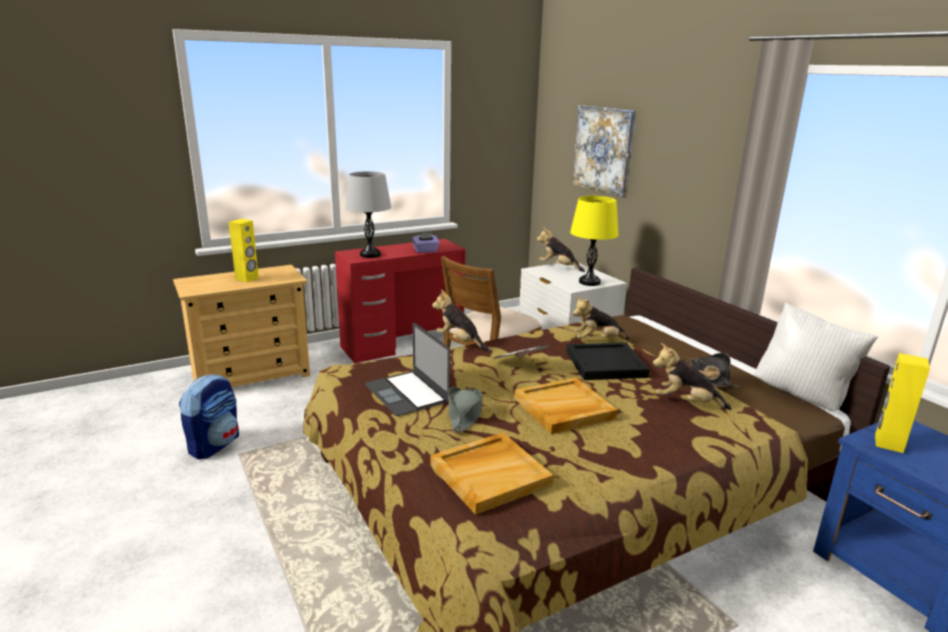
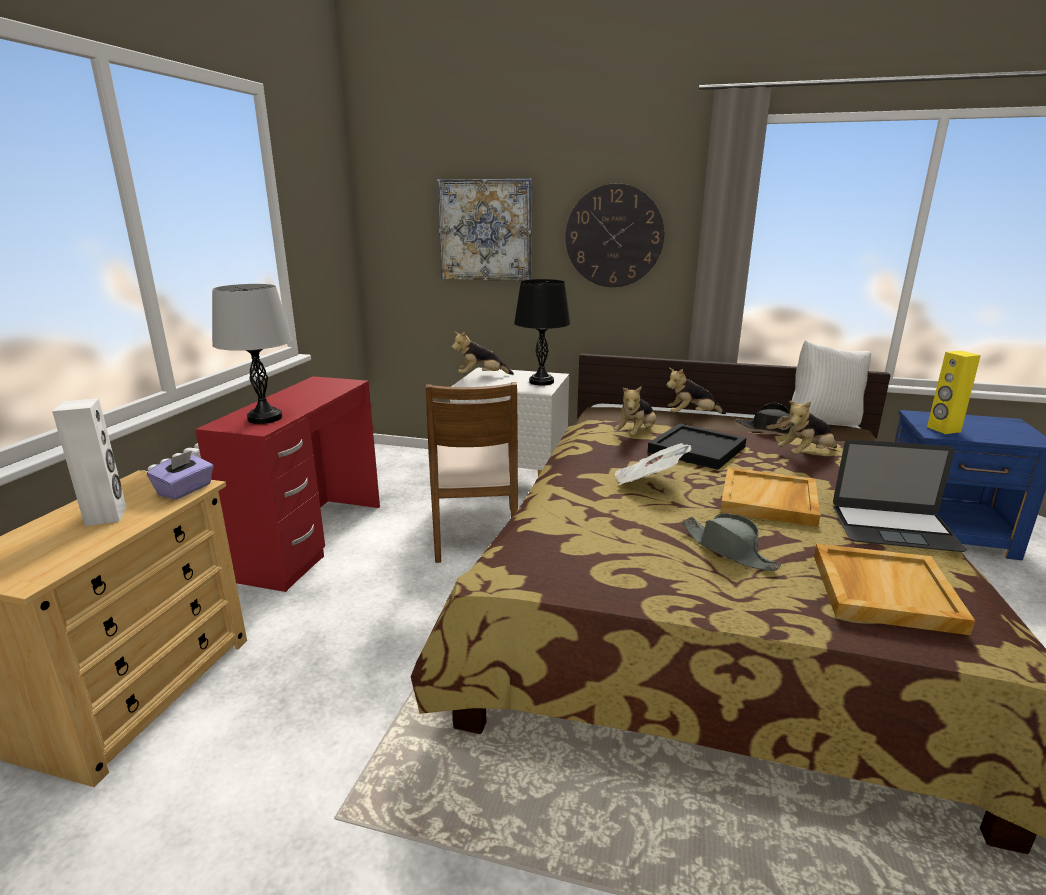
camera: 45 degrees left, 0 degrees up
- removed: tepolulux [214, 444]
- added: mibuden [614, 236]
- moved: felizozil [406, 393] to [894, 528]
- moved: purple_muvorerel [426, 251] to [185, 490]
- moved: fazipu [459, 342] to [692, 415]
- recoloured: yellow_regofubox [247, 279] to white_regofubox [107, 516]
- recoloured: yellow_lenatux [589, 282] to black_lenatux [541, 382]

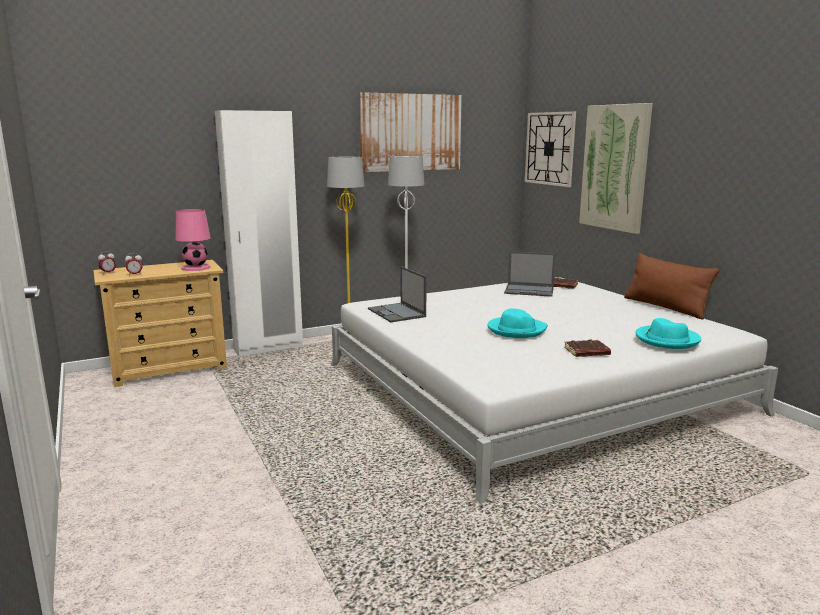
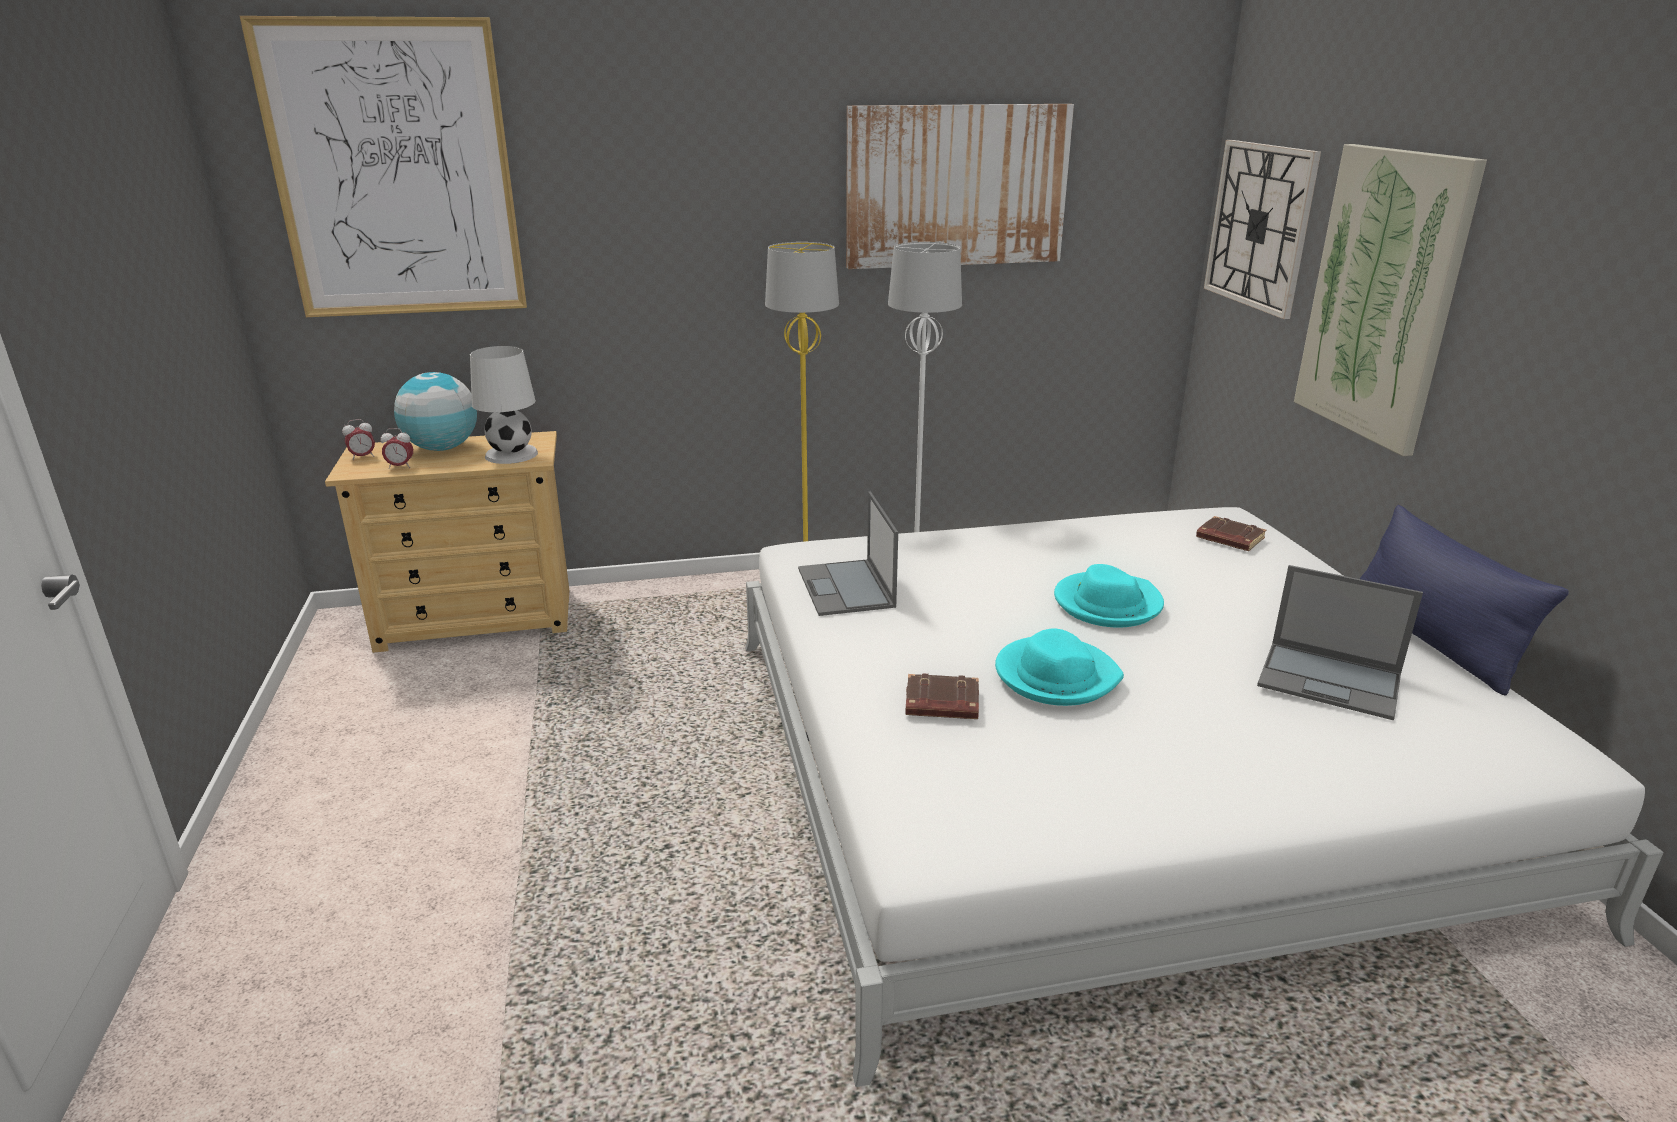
camera: 15 degrees right, 10 degrees up
- removed: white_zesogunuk [268, 348]
- added: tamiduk [395, 172]
- added: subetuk [442, 448]
- moved: felizozil [530, 290] to [1331, 681]
- moved: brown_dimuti [586, 352] to [941, 704]
- moved: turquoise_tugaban [666, 340] to [1107, 604]
- recoloured: pink_lenatux [195, 268] to white_lenatux [511, 455]
- recoloured: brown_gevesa [665, 307] to blue_gevesa [1431, 640]

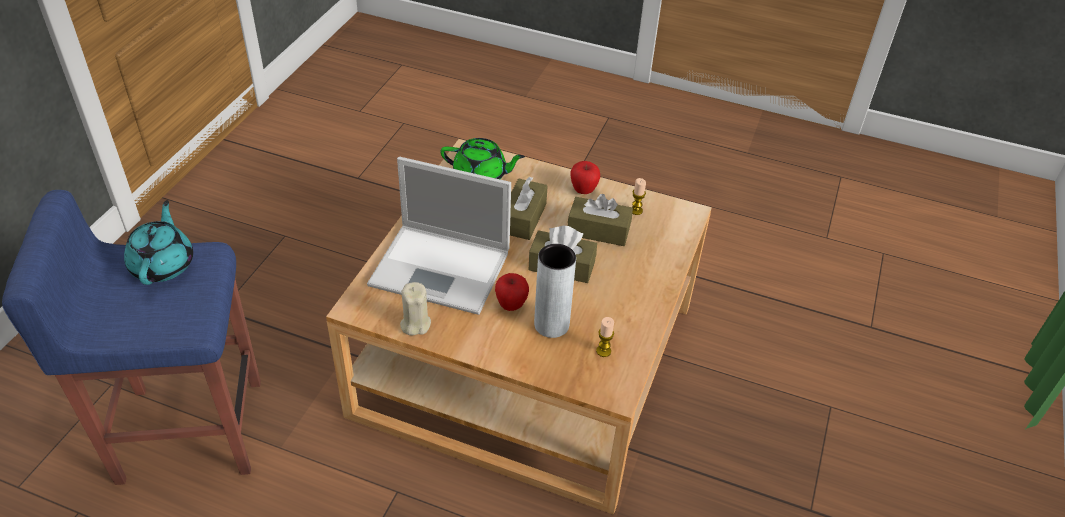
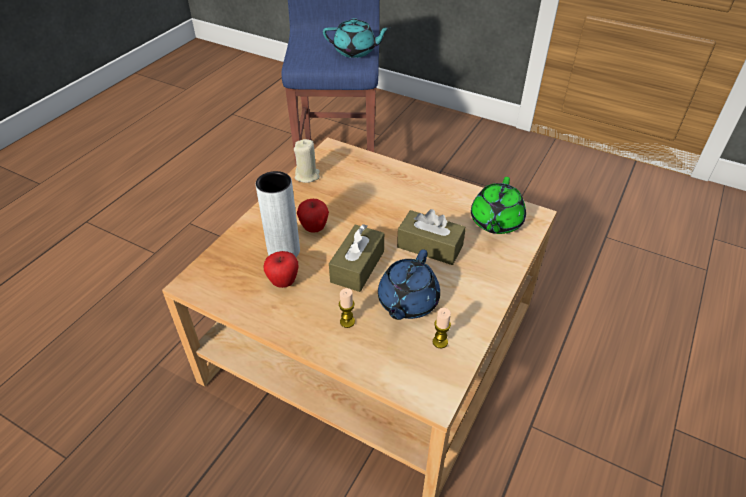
camera: 100 degrees right, 0 degrees up
- removed: felizozil [443, 269]
- moved: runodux [583, 190] to [283, 282]
- moved: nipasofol [603, 351] to [347, 322]
- replaced: brown_muvorerel [598, 230] to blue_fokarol [407, 302]

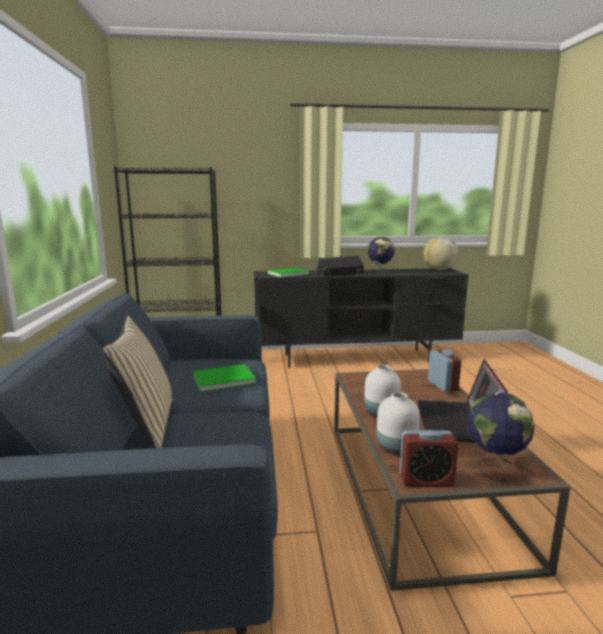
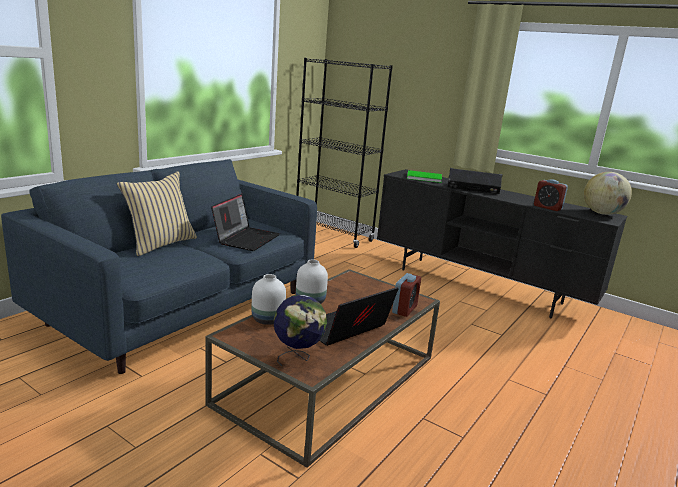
camera: 40 degrees right, 5 degrees up
- removed: subetuk [380, 271]
- moved: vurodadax [426, 480] to [547, 207]
- replaced: green_dimuti [222, 379] to felizozil [246, 238]

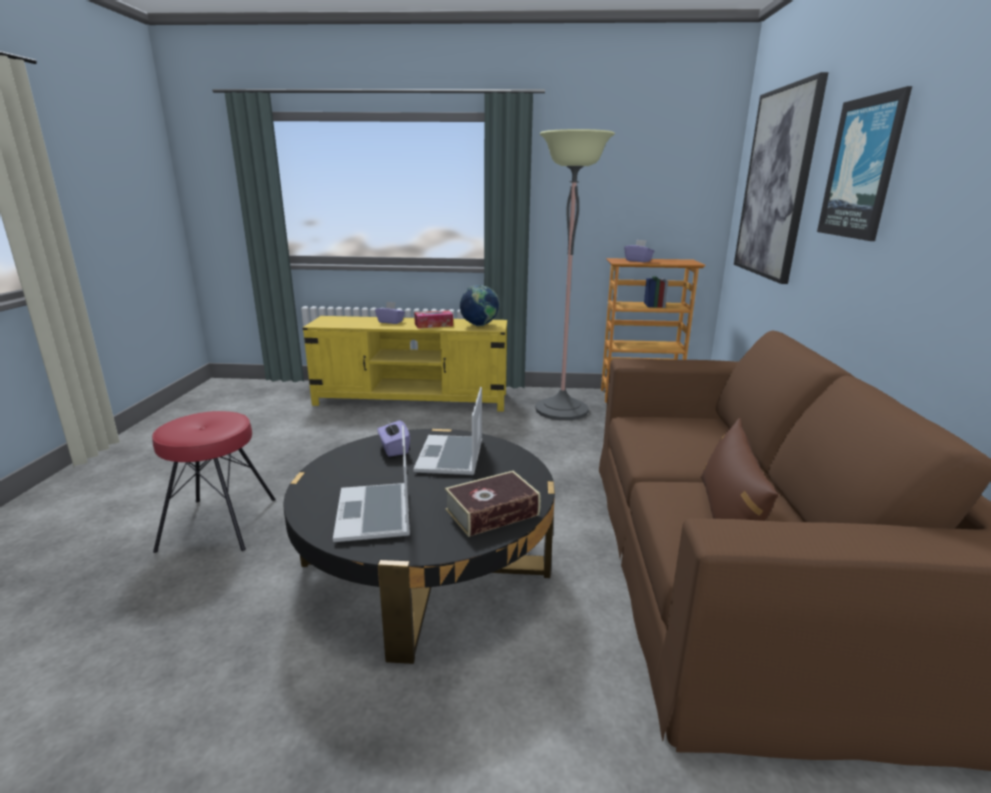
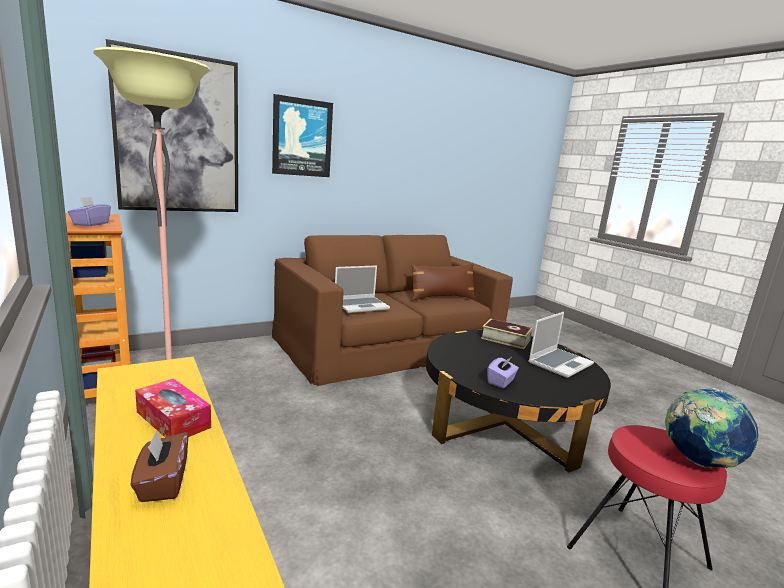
camera: 125 degrees left, 5 degrees down
- moved: felizozil [451, 457] to [361, 305]
- moved: subetuk [479, 326] to [698, 461]
- recoloured: purple_muvorerel [390, 322] to brown_muvorerel [162, 483]

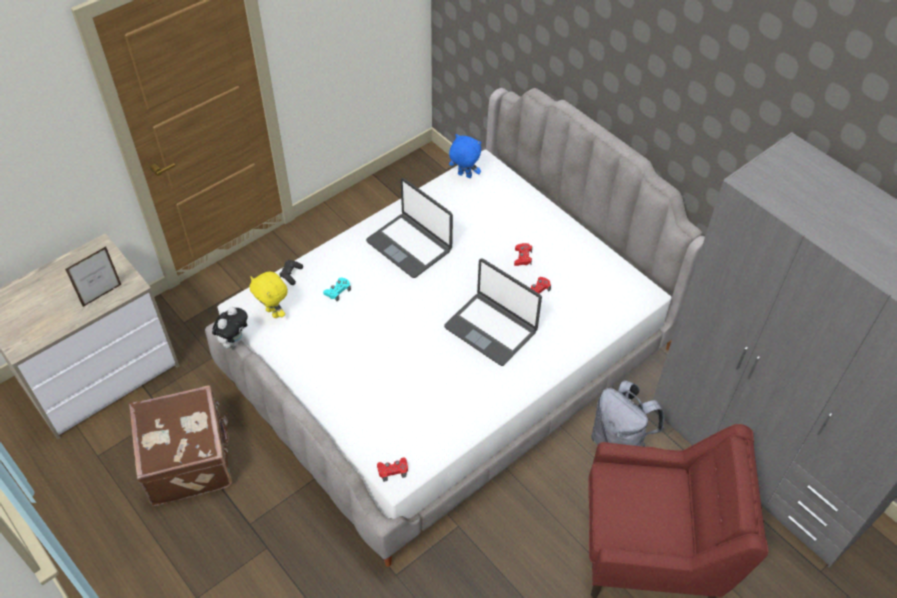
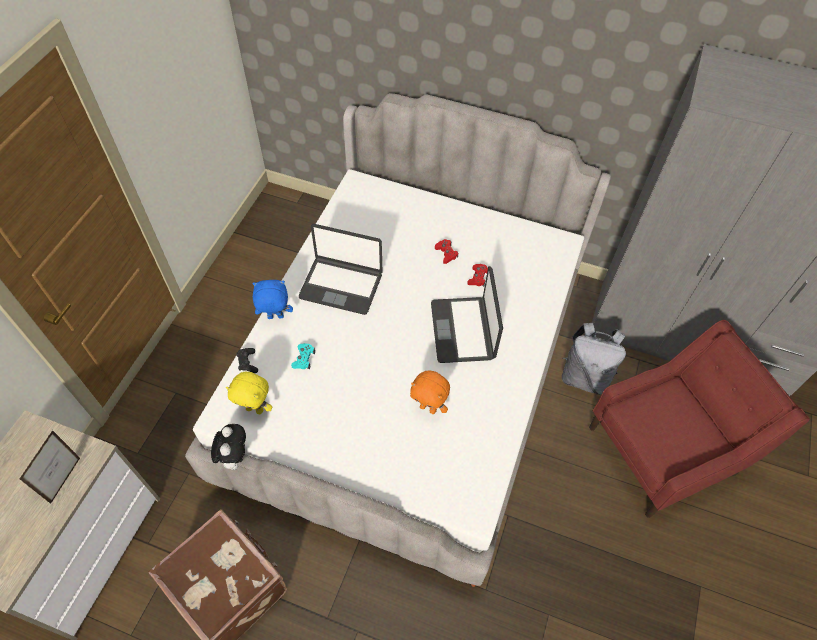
camera: 30 degrees left, 5 degrees up
- removed: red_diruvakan [393, 470]
- added: orange_fazipu [428, 408]
- moved: blue_fazipu [464, 176] to [275, 317]
- turned: felizozil [491, 329] = [463, 330] 75 degrees clockwise

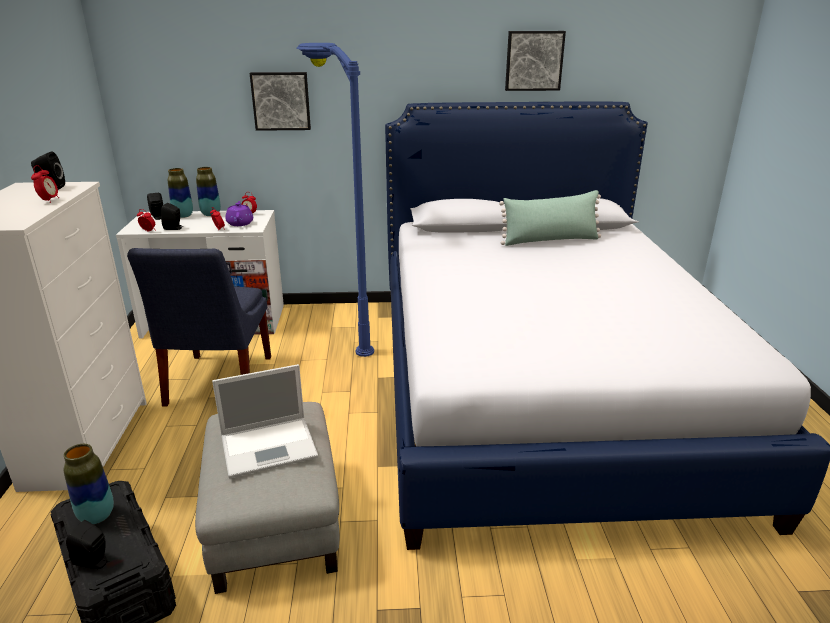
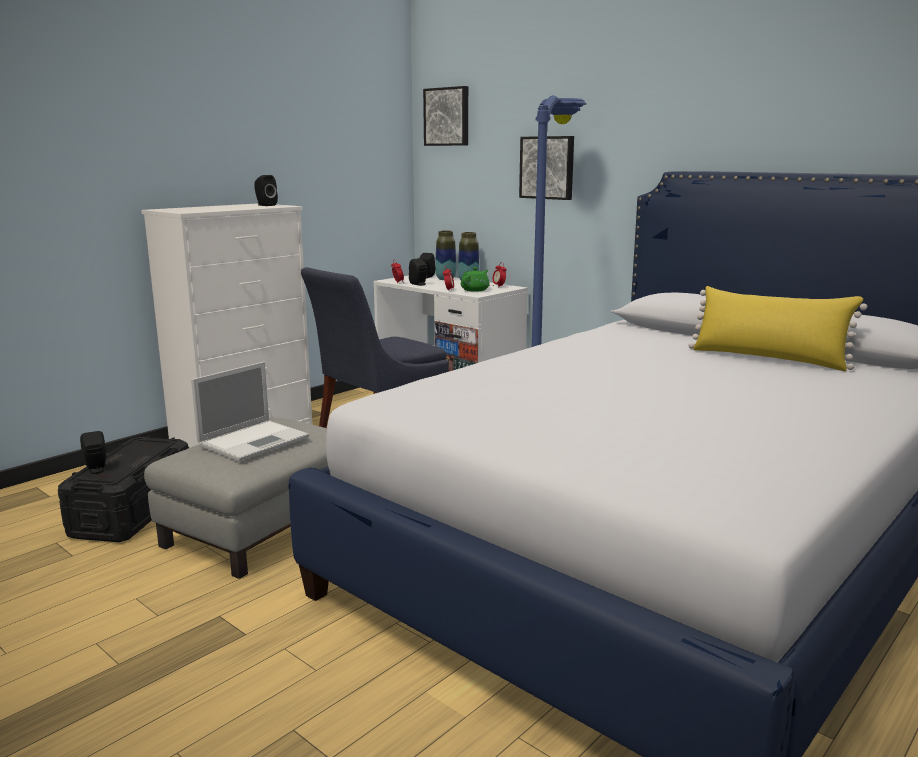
camera: 45 degrees right, 10 degrees down
- removed: vurodadax [49, 200]
- removed: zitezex [97, 516]
- moved: tamiduk [534, 60] to [447, 117]
- recoloured: purple_fokarol [240, 223] to green_fokarol [475, 290]
- recoloured: green_gevesa [550, 240] to yellow_gevesa [768, 358]
- turned: felizozil [270, 446] = [255, 440] 75 degrees counterclockwise

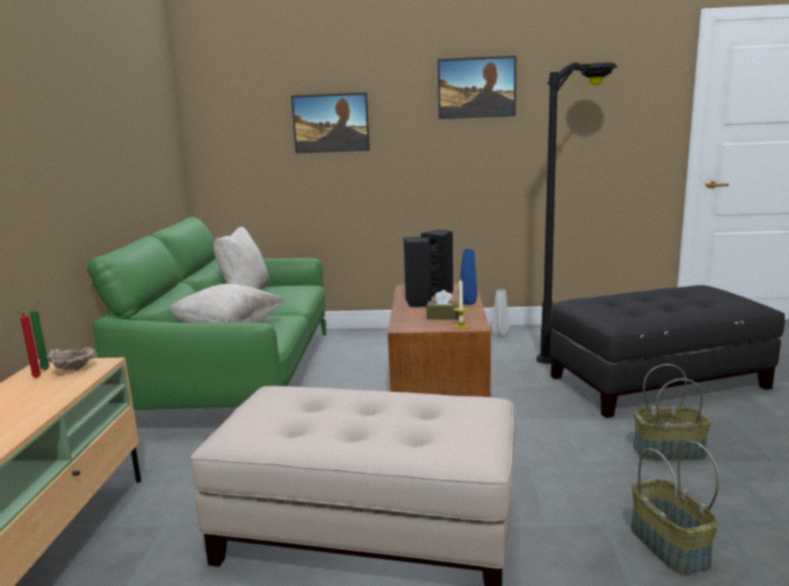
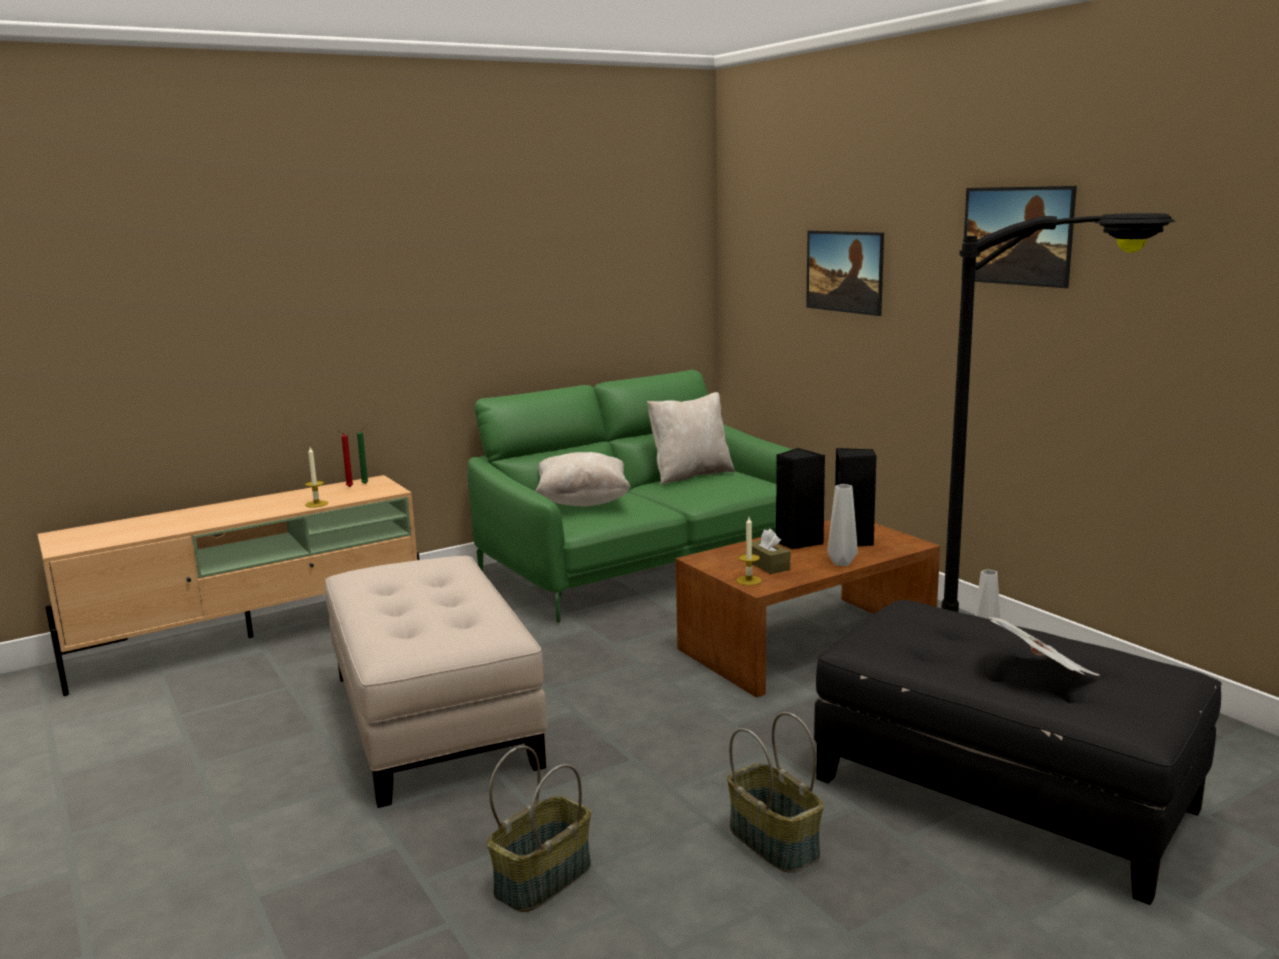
camera: 55 degrees right, 0 degrees up
- removed: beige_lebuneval [75, 370]
- added: nipasofol [316, 504]
- added: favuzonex [1041, 673]
- recoloured: blue_zitezex [467, 303] to grey_zitezex [841, 562]

